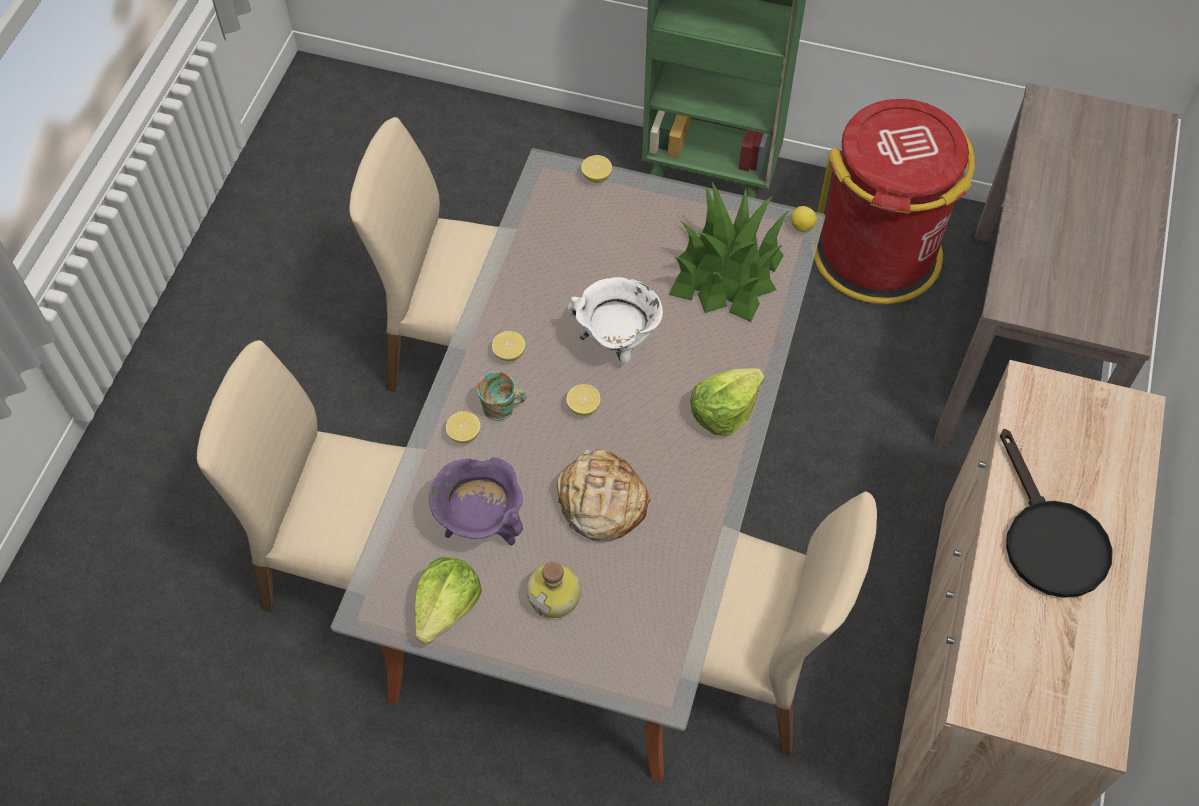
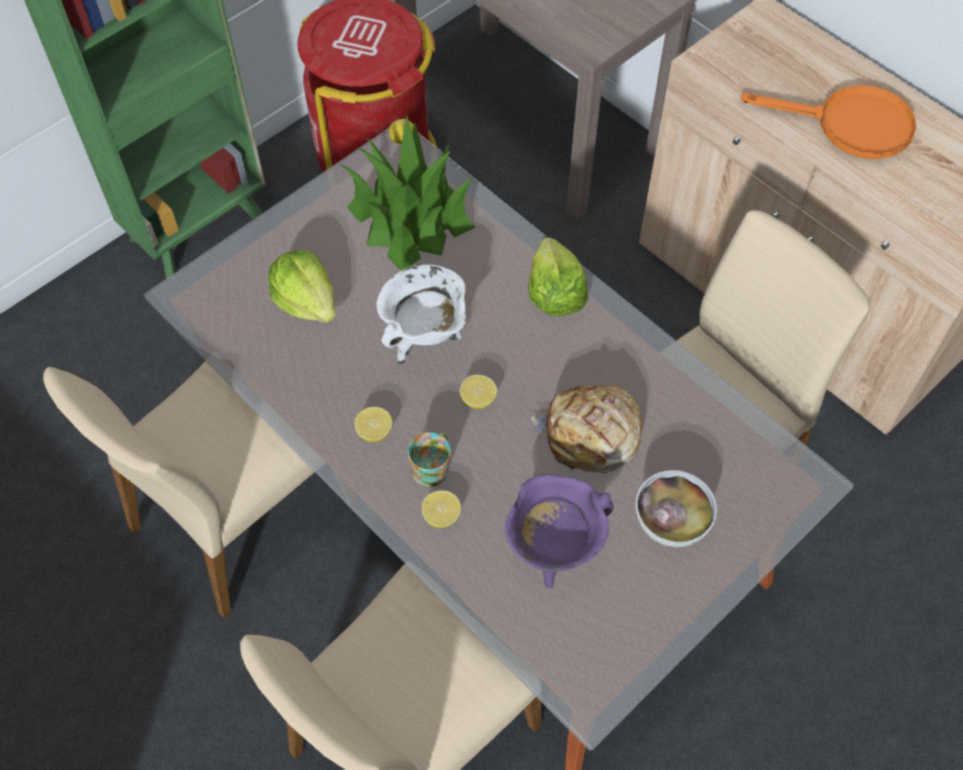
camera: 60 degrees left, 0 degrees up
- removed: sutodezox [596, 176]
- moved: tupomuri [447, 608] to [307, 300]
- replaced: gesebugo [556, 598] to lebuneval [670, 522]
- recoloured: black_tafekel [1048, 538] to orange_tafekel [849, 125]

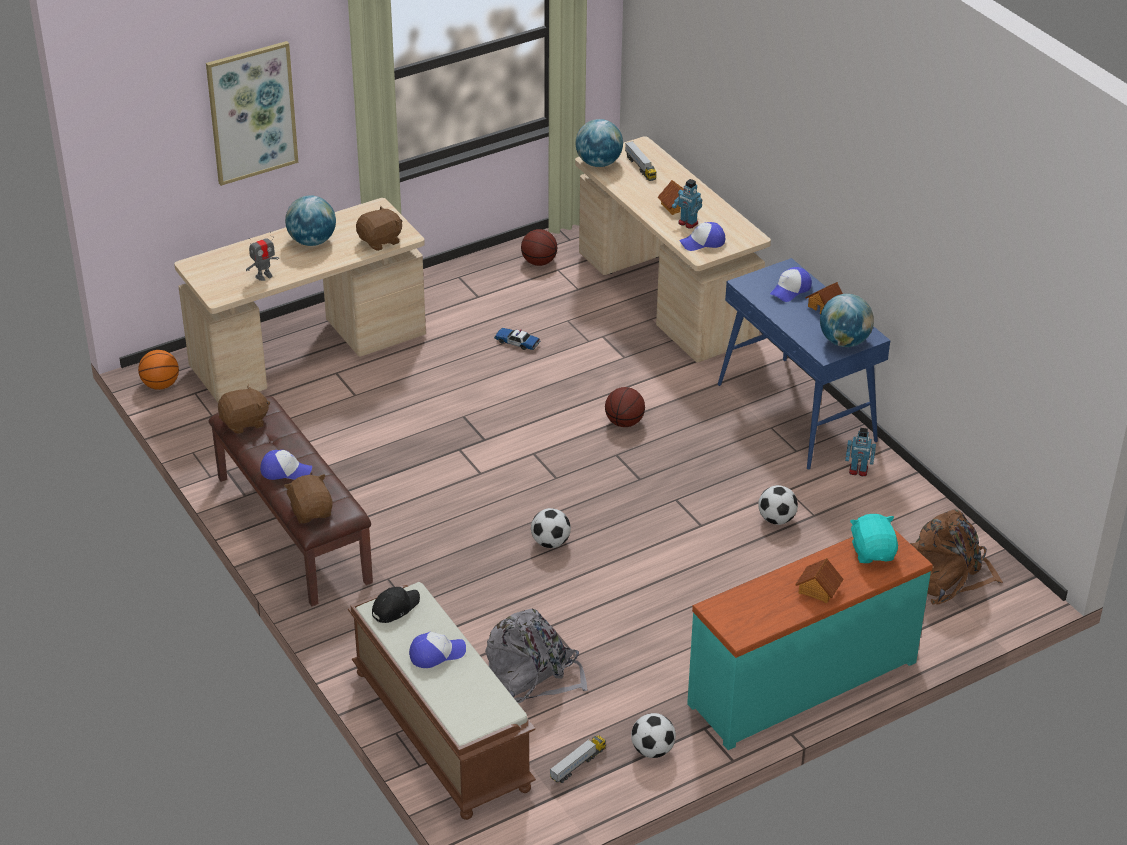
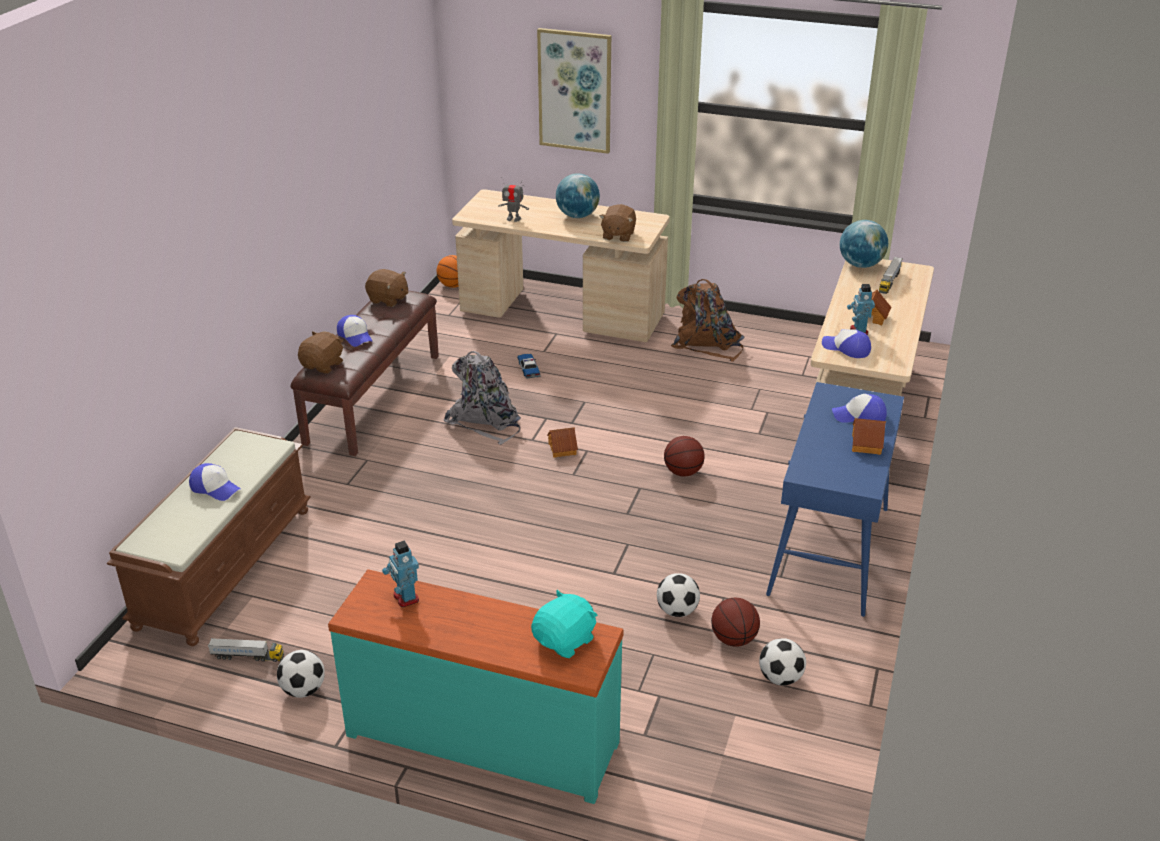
camera: 50 degrees right, 5 degrees down
- removed: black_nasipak [395, 608]
- removed: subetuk [844, 342]
- moved: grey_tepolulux [532, 677] to [486, 420]
- moved: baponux [517, 342] to [528, 369]
- moved: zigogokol [539, 262] to [733, 639]
- moved: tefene [550, 542] to [780, 678]
- moved: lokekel [817, 589] to [561, 449]
- moved: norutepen [858, 471] to [405, 598]
- moved: brown_tepolulux [947, 576] to [707, 343]
- turned: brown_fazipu [380, 241] = [618, 235] 90 degrees clockwise

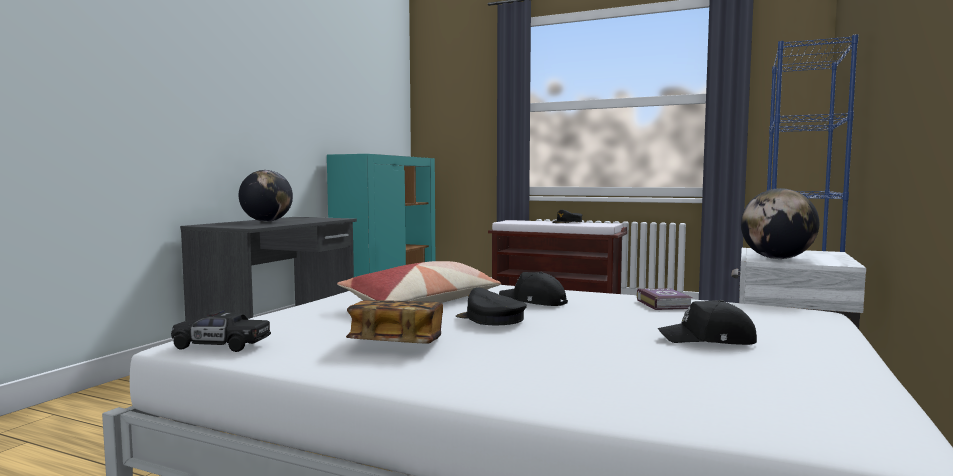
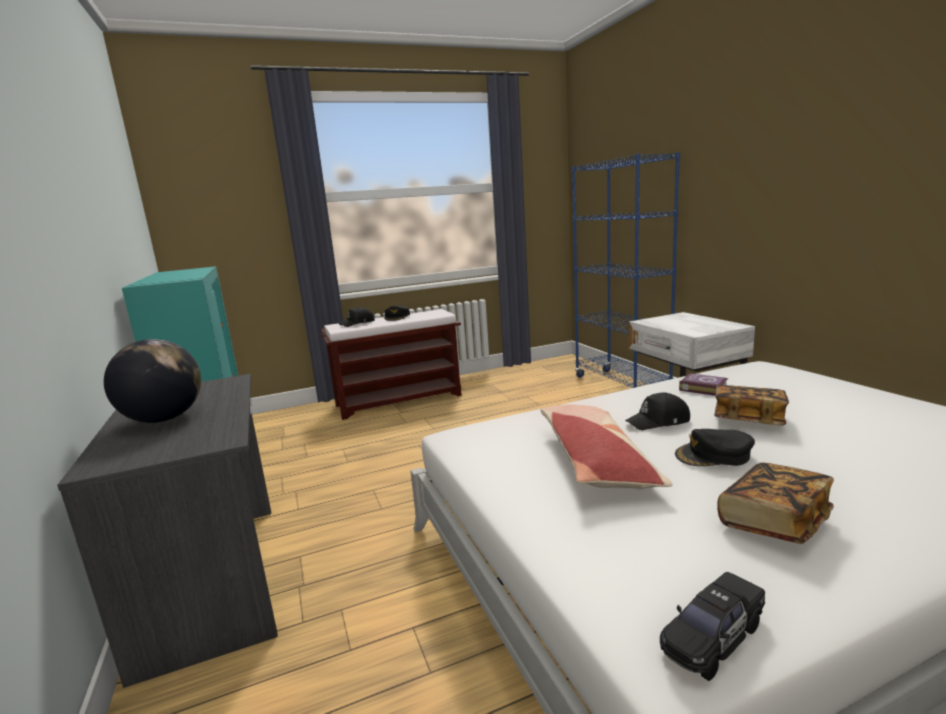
camera: 45 degrees left, 10 degrees up
- removed: subetuk [777, 258]
- added: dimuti [748, 419]
- moved: black_nasipak [709, 340] to [358, 323]

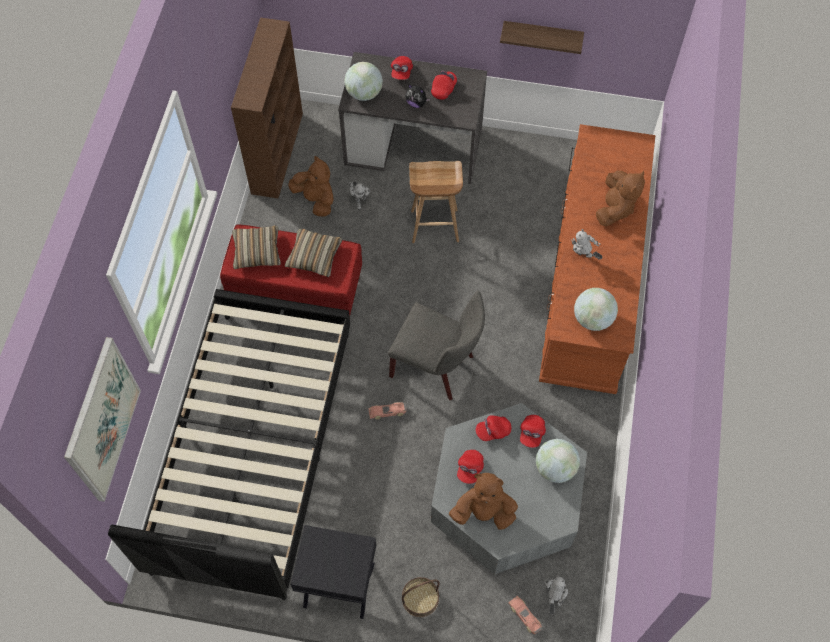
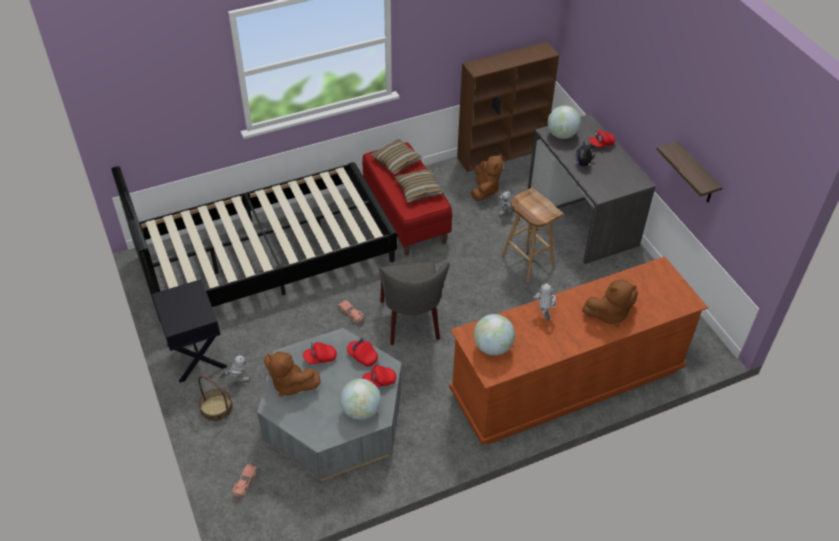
camera: 55 degrees right, 15 degrees down
- removed: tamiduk [102, 420]
- removed: red_nasipak [444, 89]
- moved: norutepen [553, 598] to [237, 380]
- turned: brown_fazipu [484, 512] = [290, 384] 150 degrees clockwise

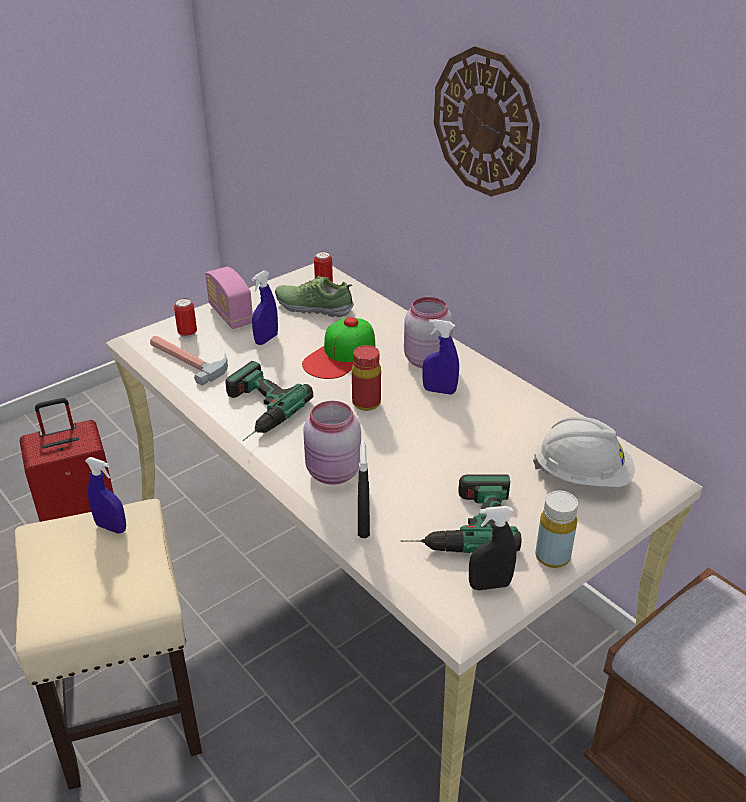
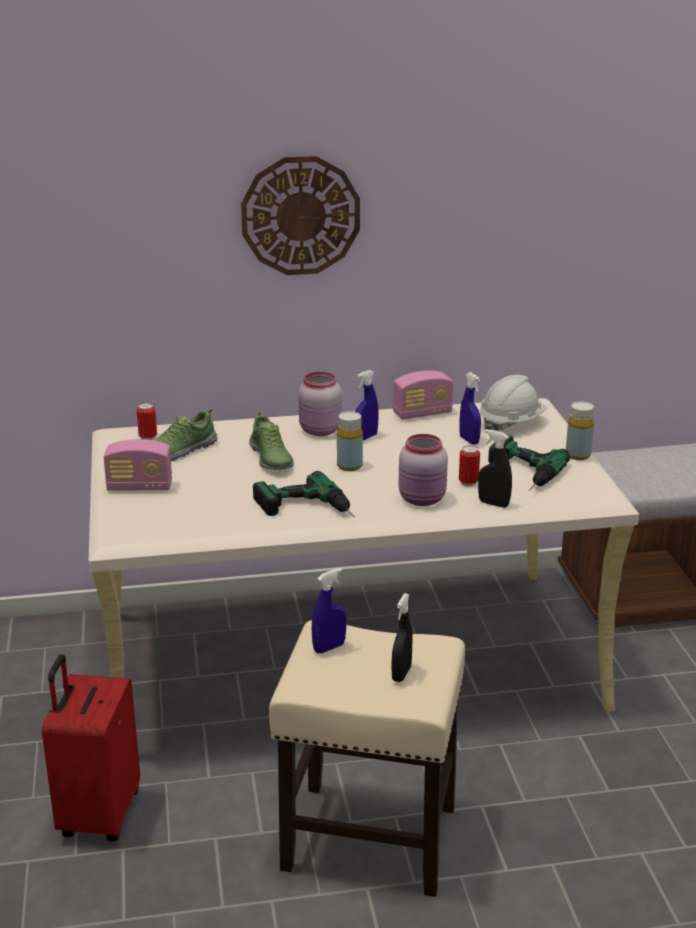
camera: 60 degrees left, 10 degrees down
- removed: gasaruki [188, 359]
- added: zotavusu [422, 414]
- moved: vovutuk [187, 334] to [468, 482]
- moved: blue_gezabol [266, 339] to [469, 440]
- moved: black_gezabol [489, 585] to [401, 674]
- replaced: nasipak [340, 355] to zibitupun [270, 459]
- recoloured: red_gesebugo [366, 403] to yellow_gesebugo [349, 466]

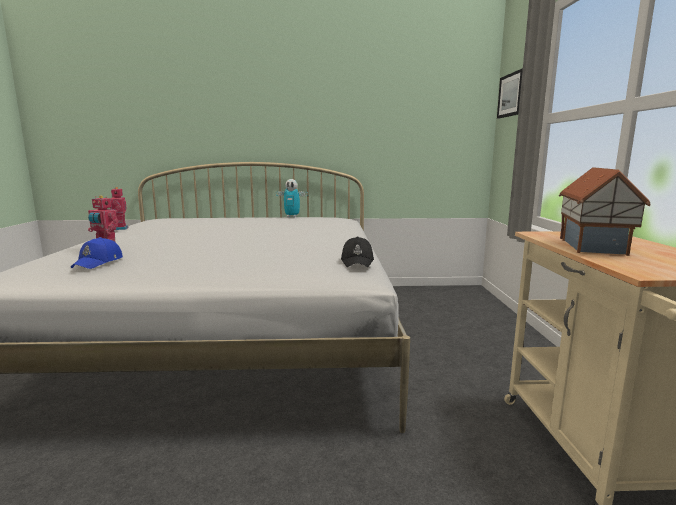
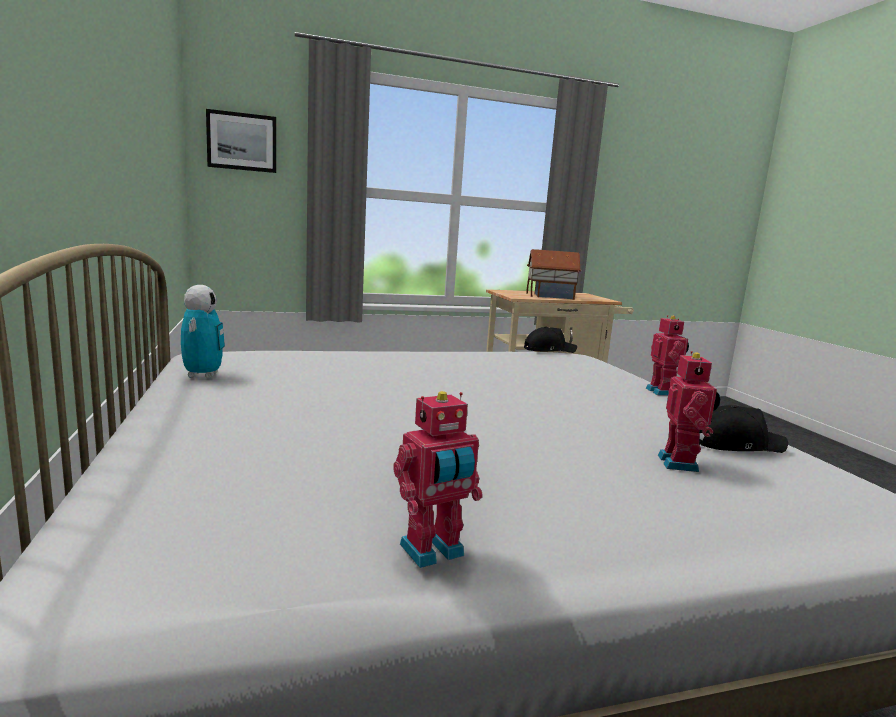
camera: 105 degrees left, 0 degrees up
- added: norutepen [662, 392]
- recoloured: blue_nasipak [99, 262] to black_nasipak [736, 444]

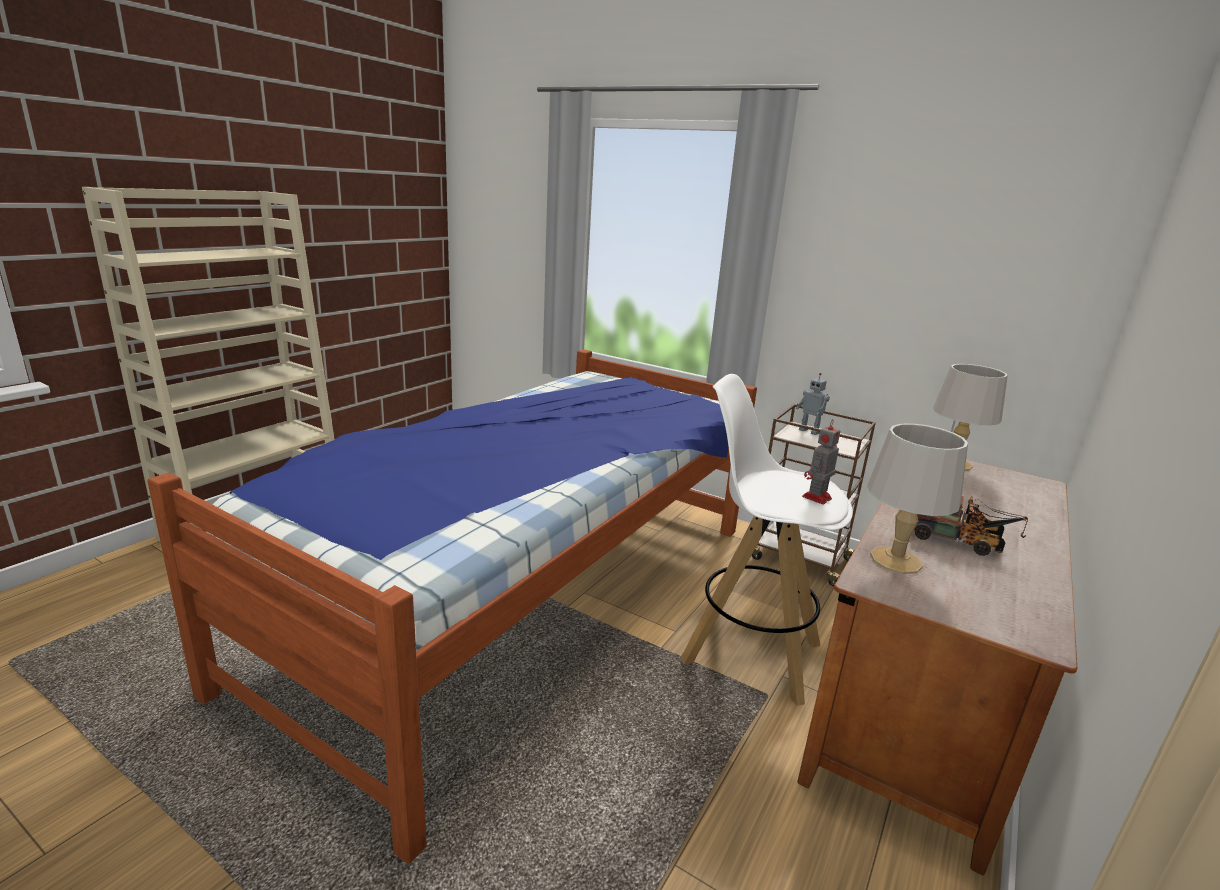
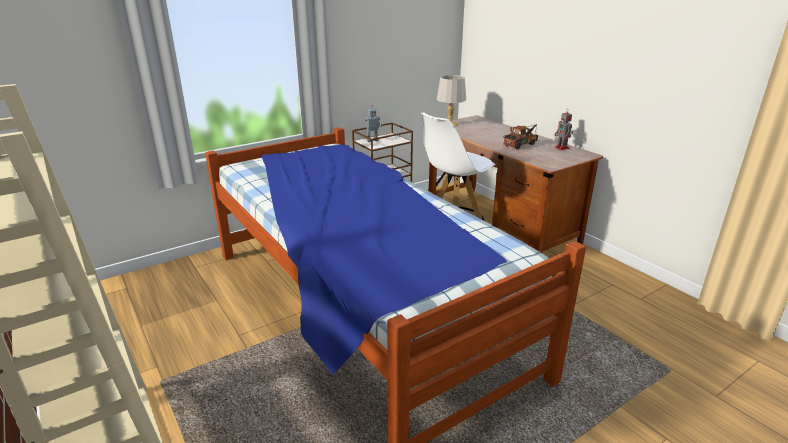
camera: 65 degrees left, 5 degrees up
- removed: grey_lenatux [894, 560]
- moved: norutepen [816, 498] to [562, 148]

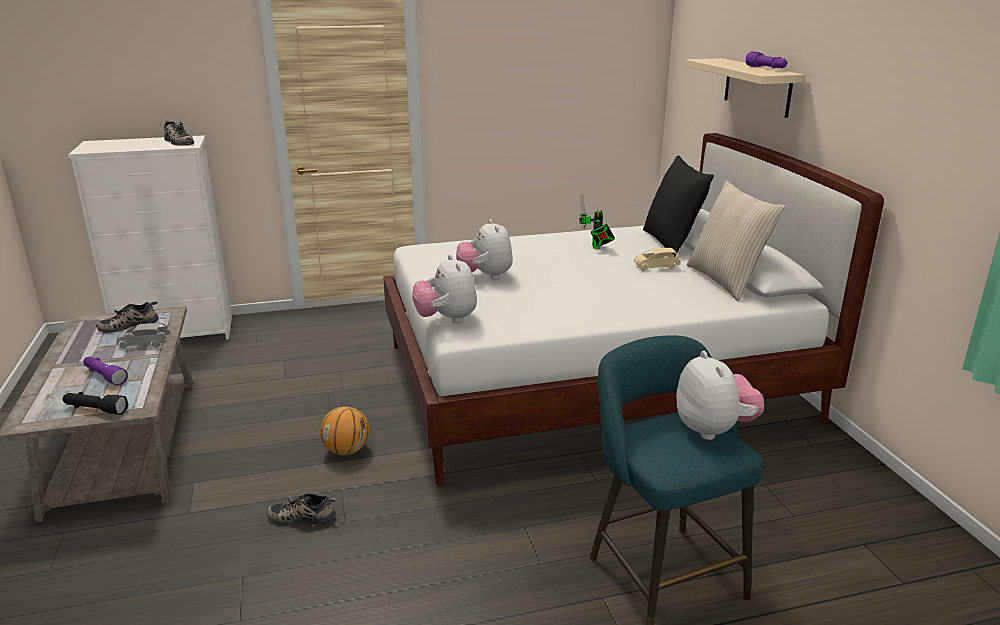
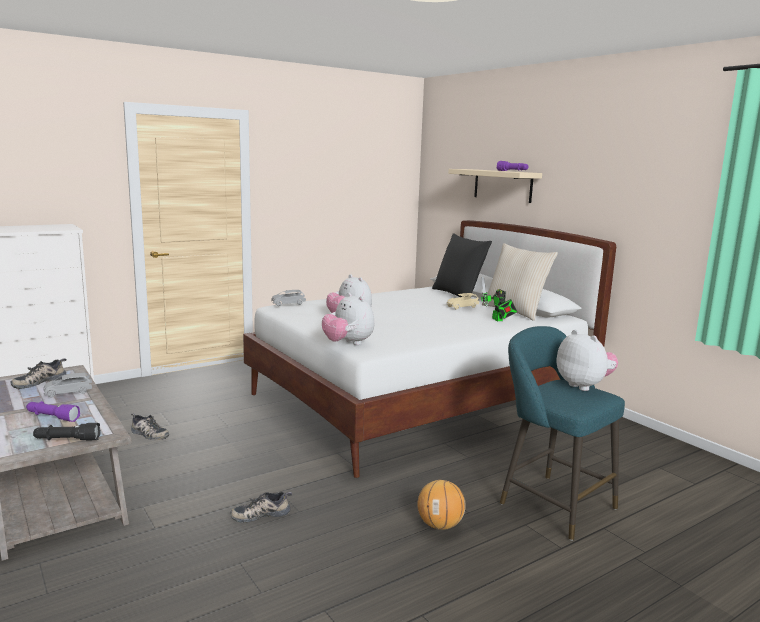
camera: 20 degrees left, 10 degrees down
- added: grey_baponux [288, 304]
- moved: zibitupun [177, 142] to [148, 434]
- moved: zigogokol [347, 450] to [440, 525]
- moved: norutepen [596, 247] to [498, 320]

